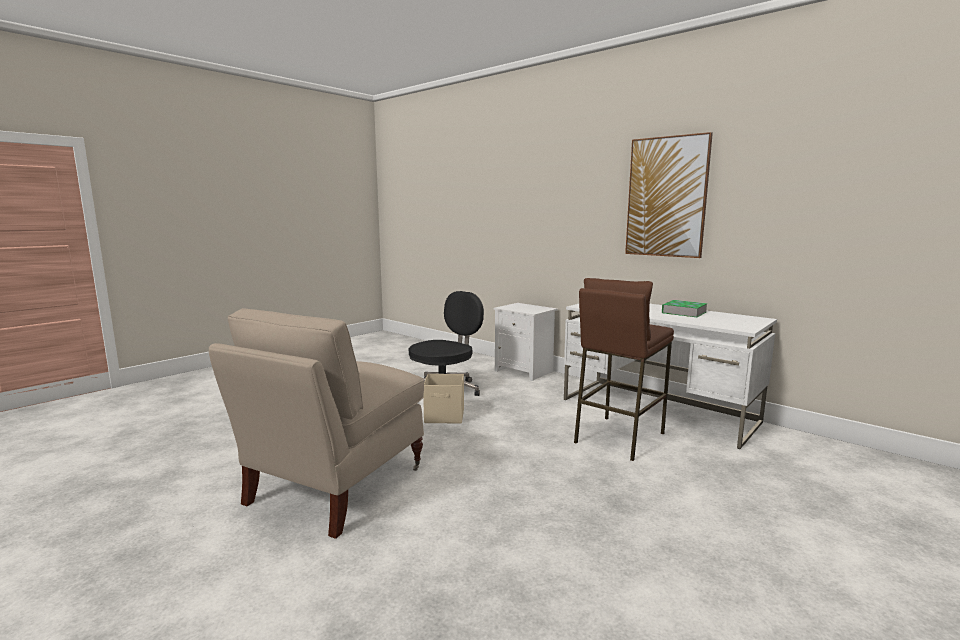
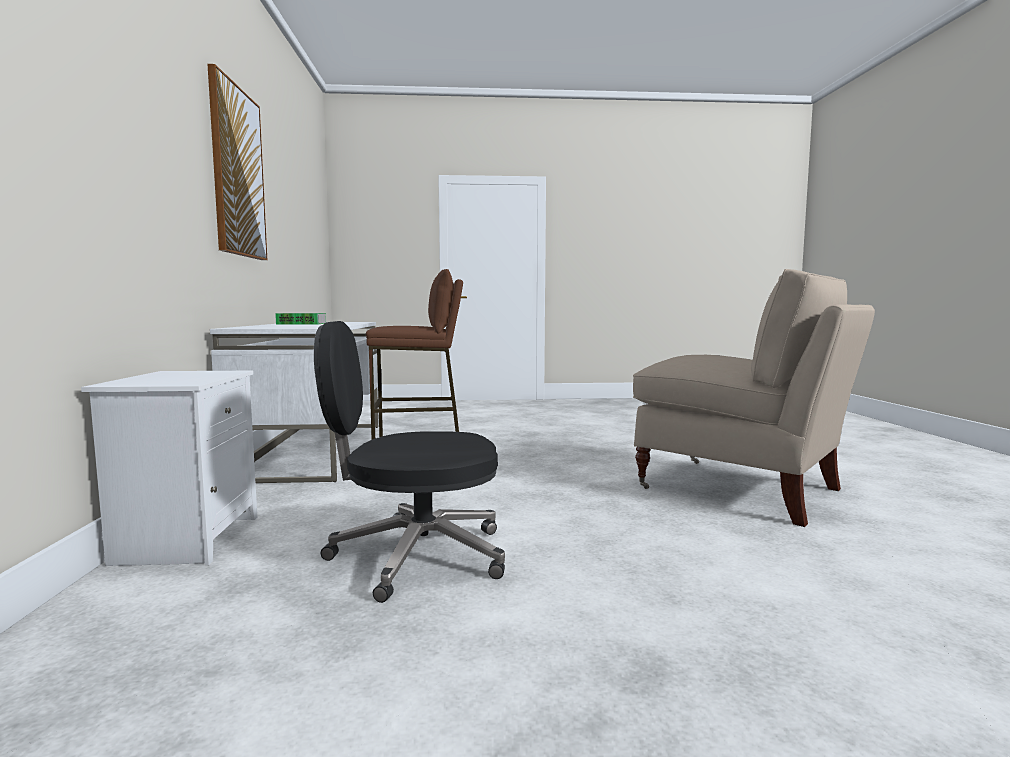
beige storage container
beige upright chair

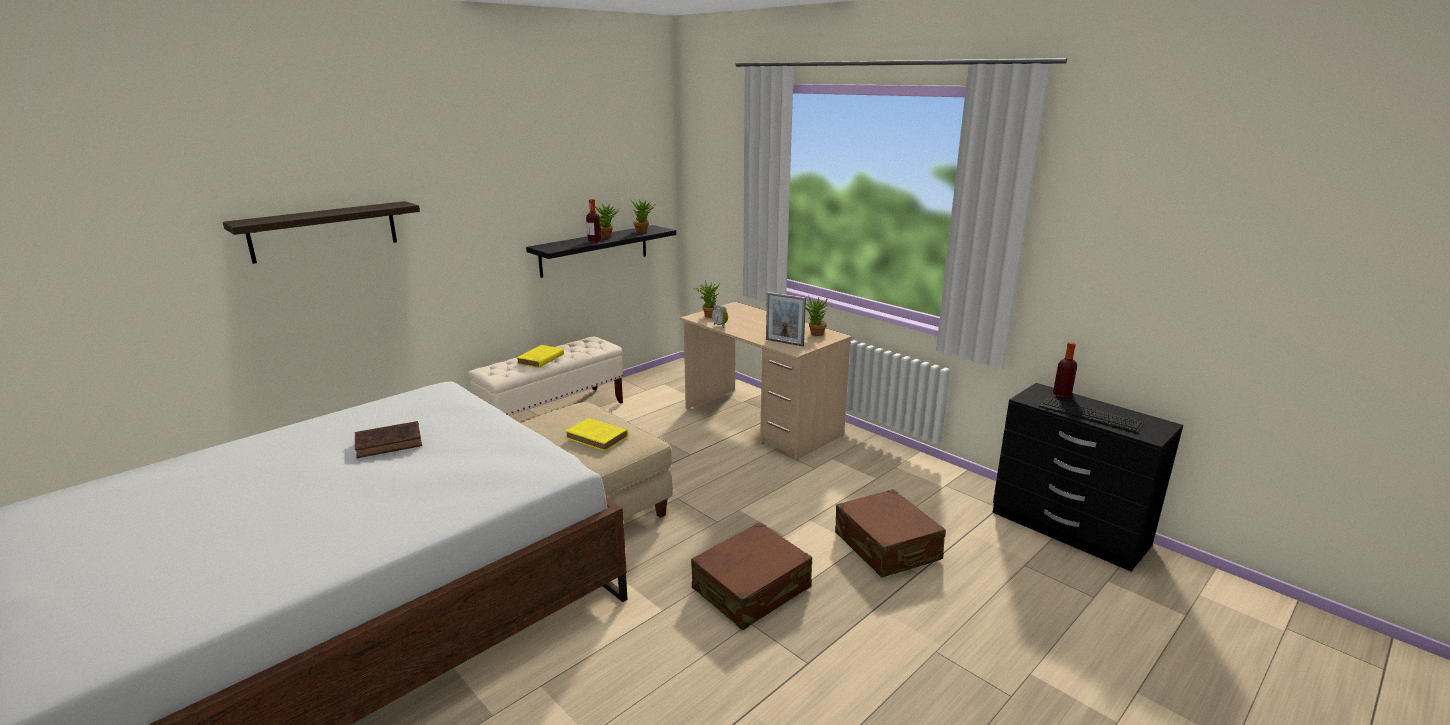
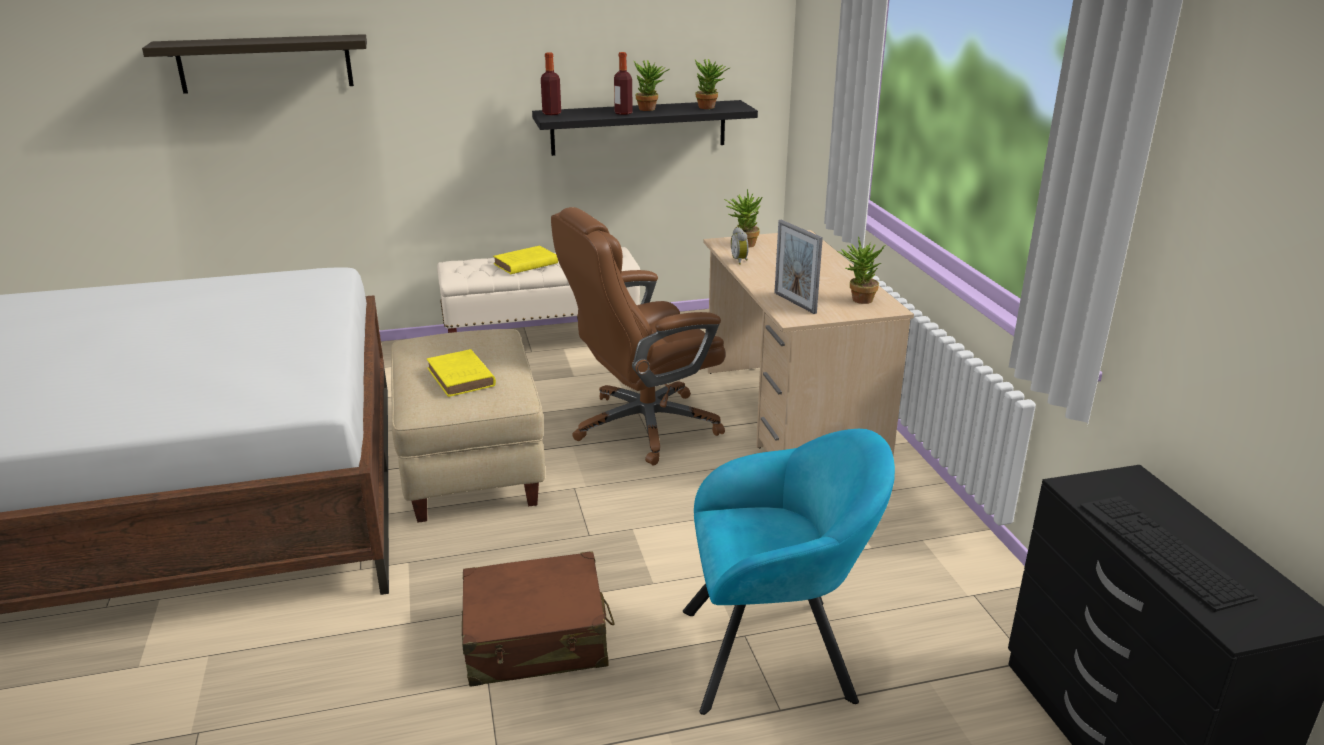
brown book
brown office chair
bottle (no. 1 from left)
blue-green lounge chair

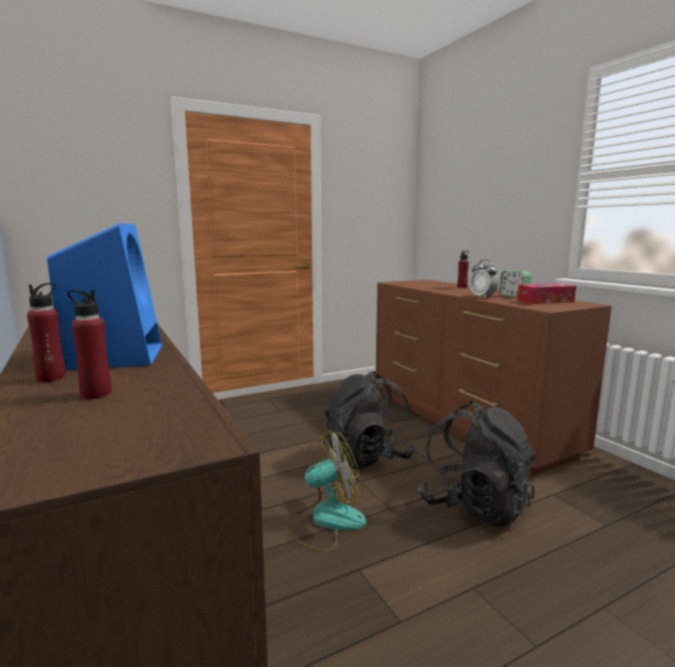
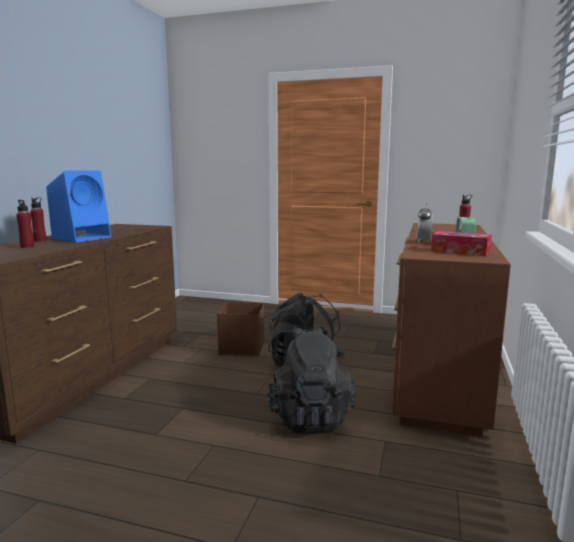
electric fan
brown storage container

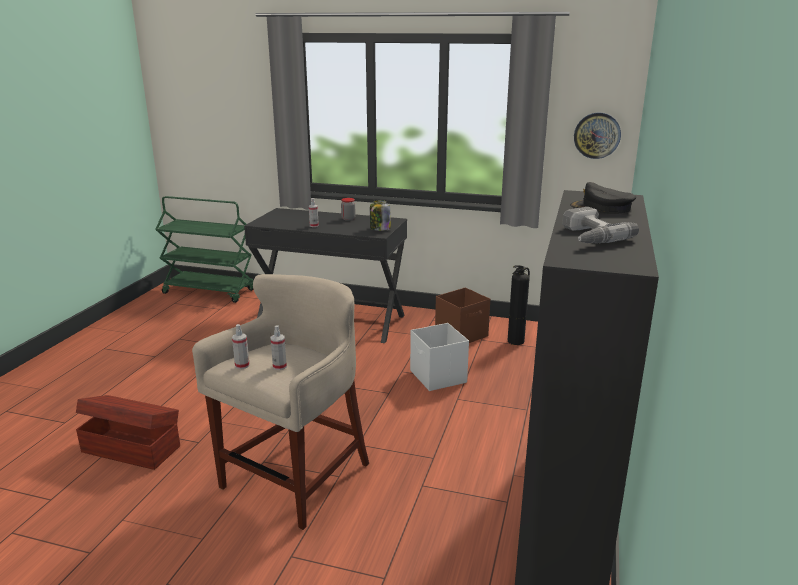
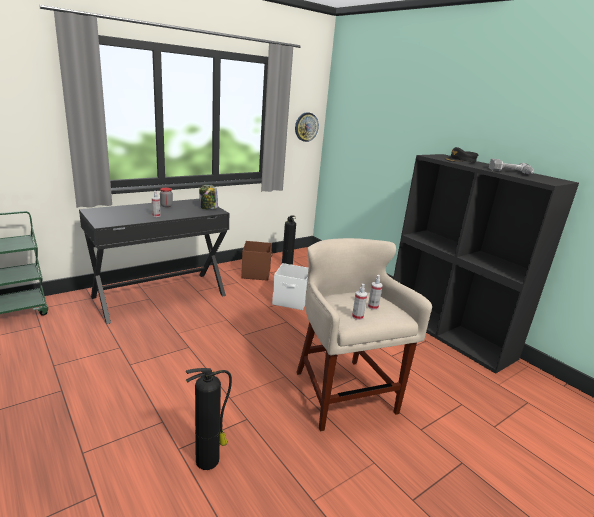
fire extinguisher (no. 1 from left)

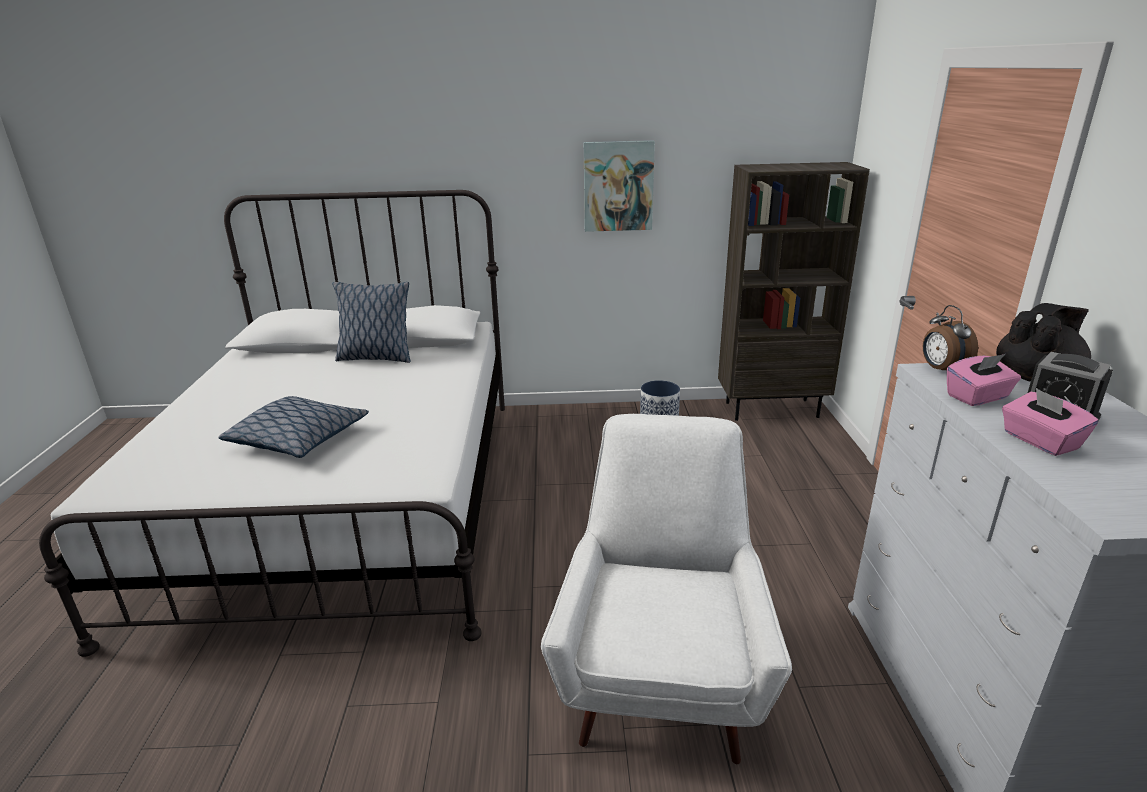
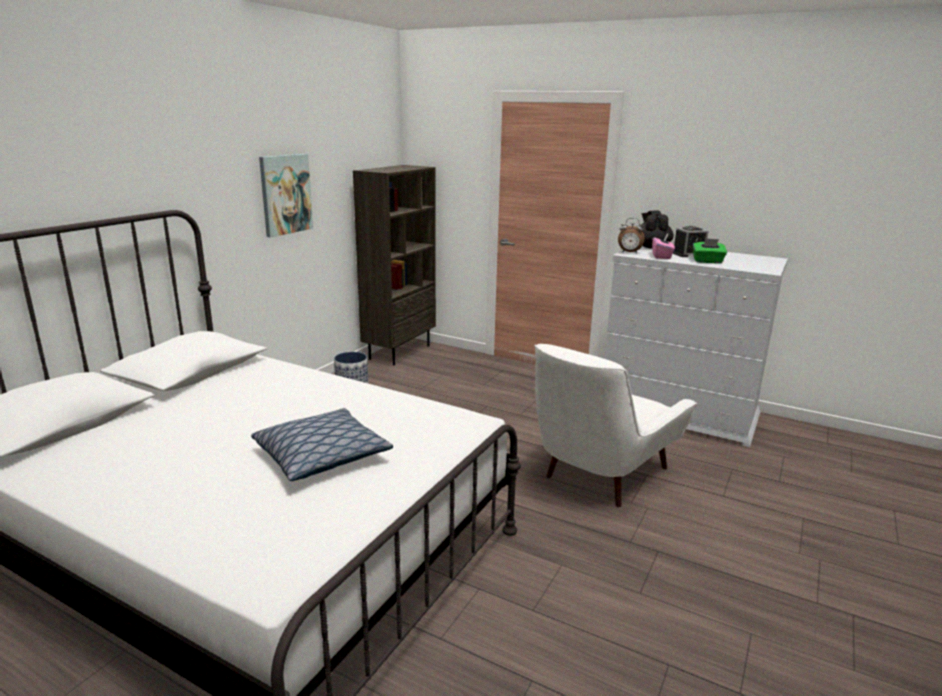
throw pillow (no. 2 from left in the first image)
green box of tissues
whitish lounge chair

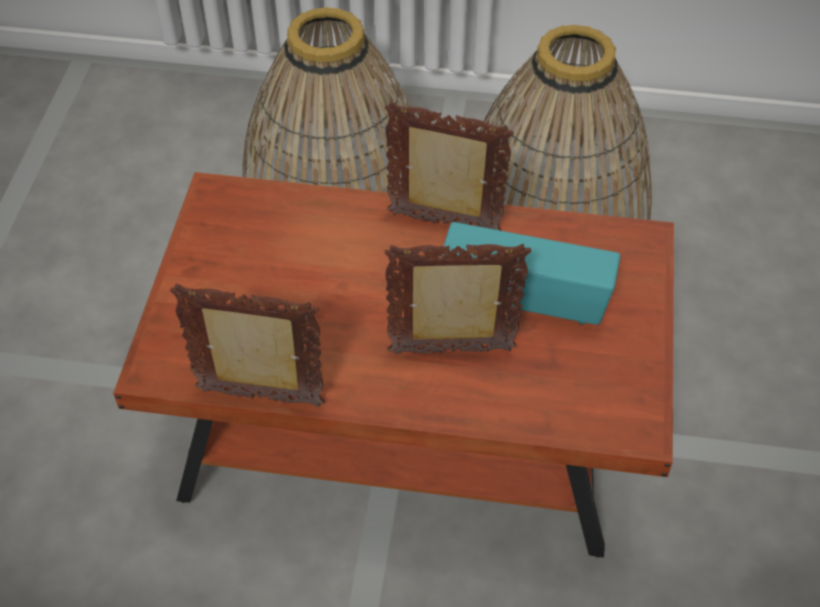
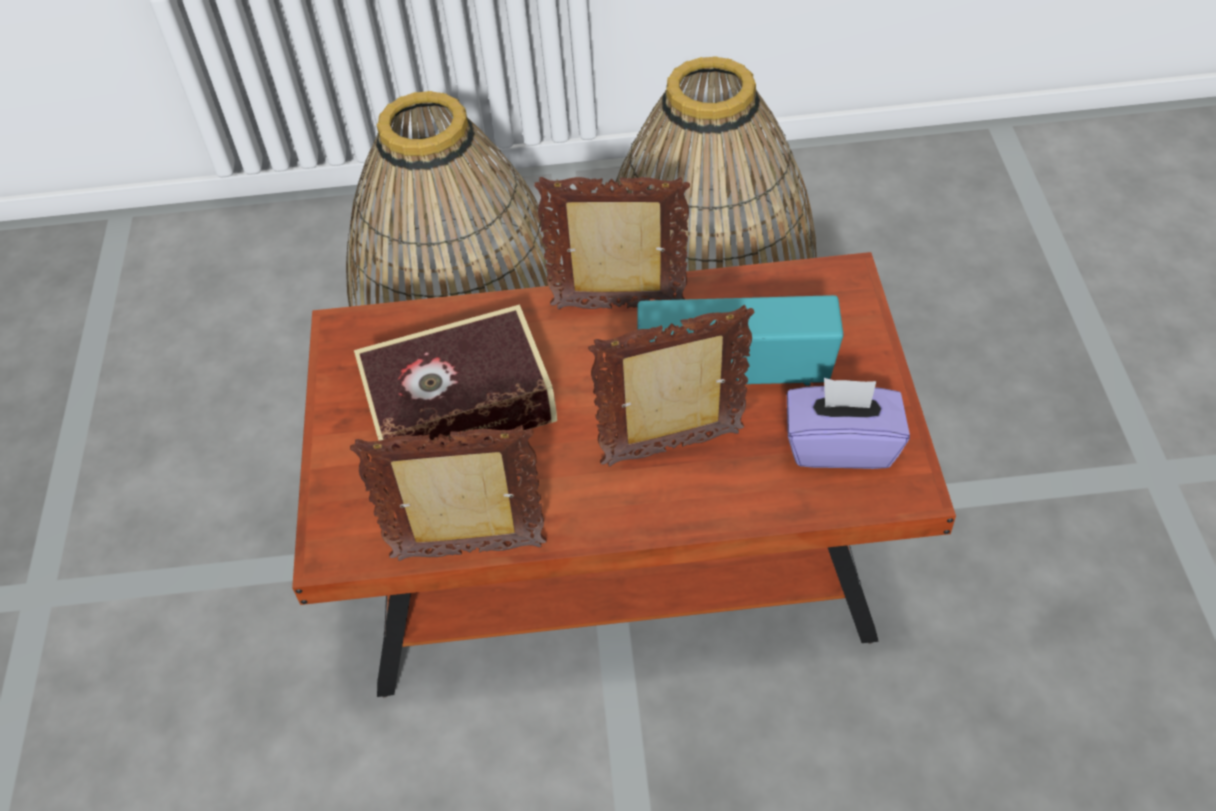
book
purple box of tissues

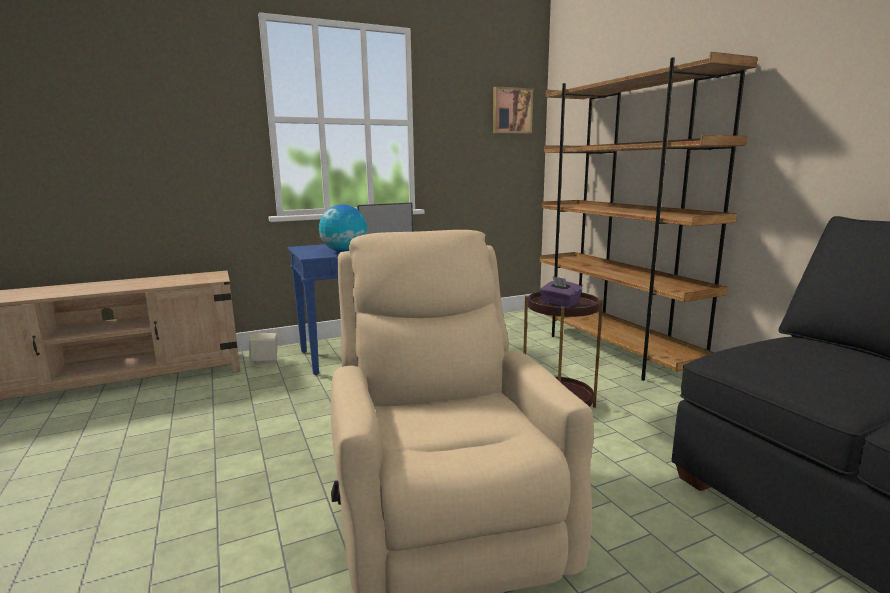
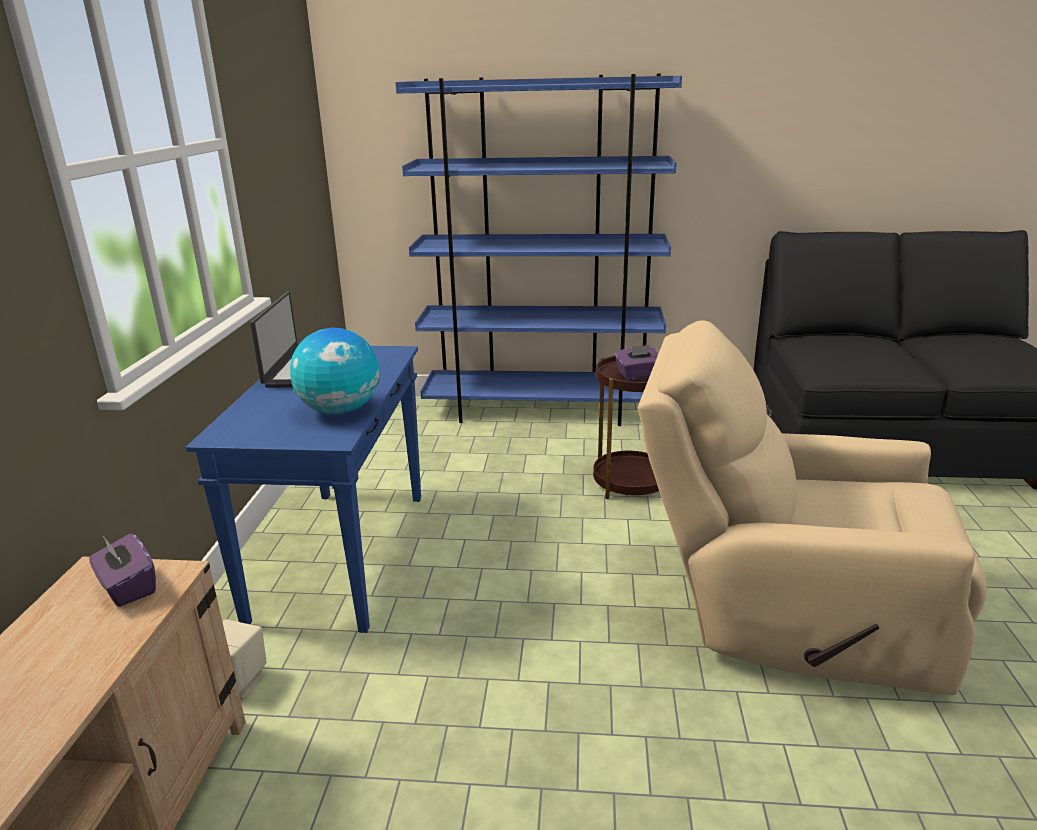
picture
purple box of tissues (no. 1 from left)
blue bookcase

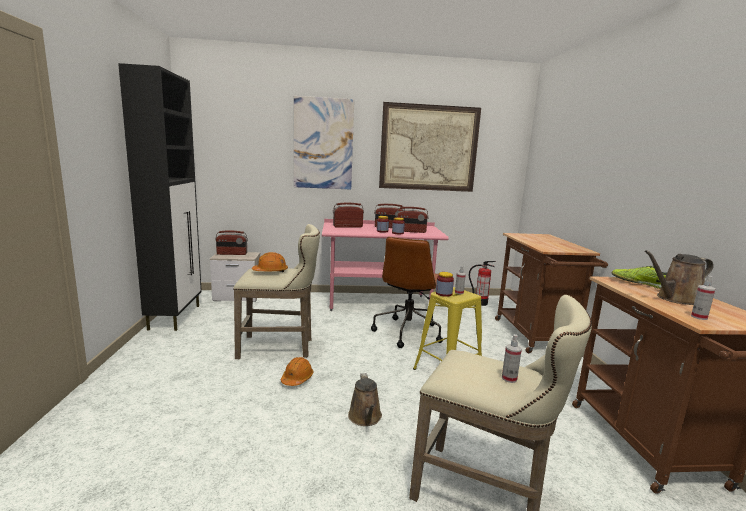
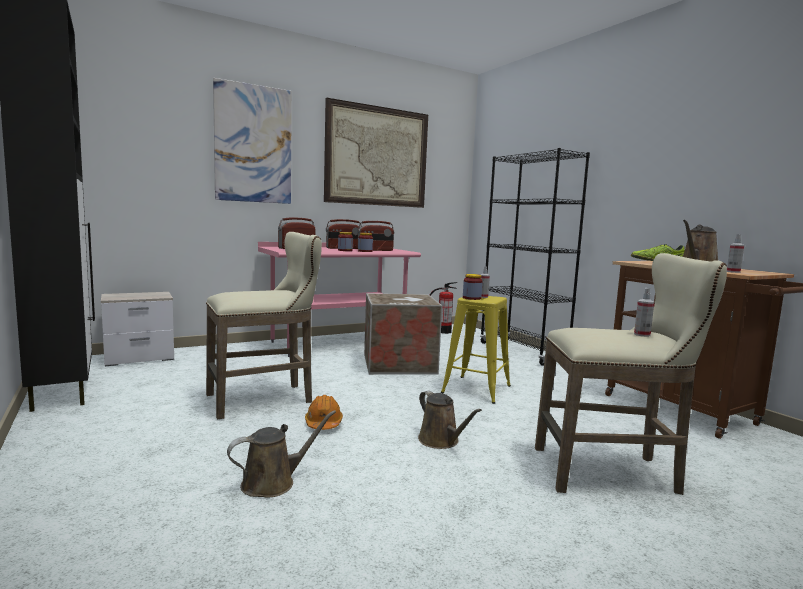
radio (no. 1 from left in the first image)
orange-coloured safety helmet (no. 1 from left in the first image)
brown watering pot (no. 1 from left)
packing crate
black-coloured bookcase

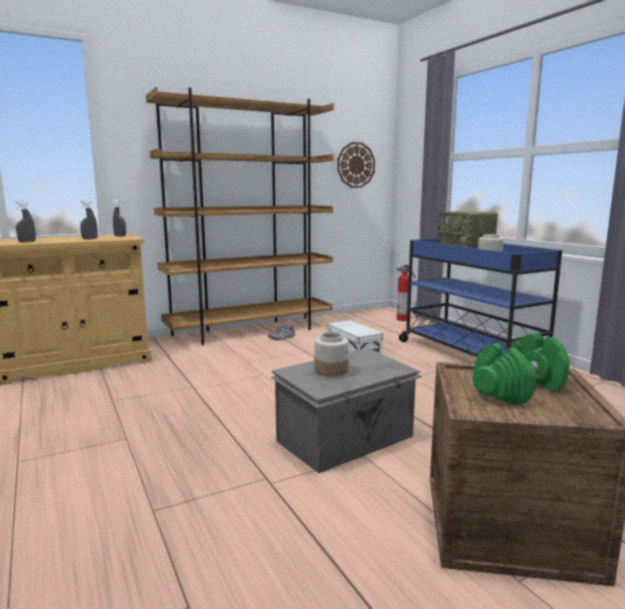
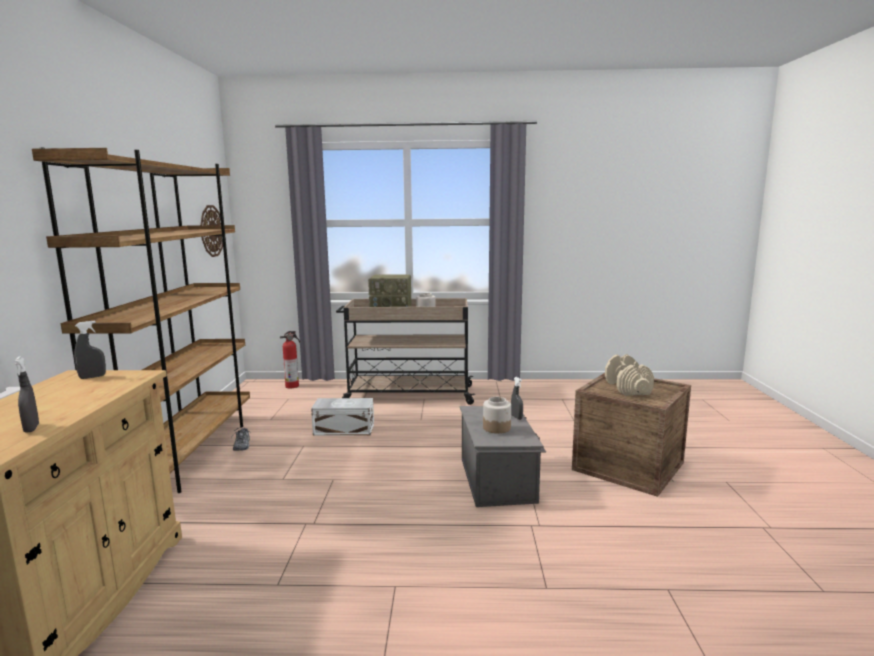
grey hand sprayer (no. 3 from left)
beige cart
beige hand weight

